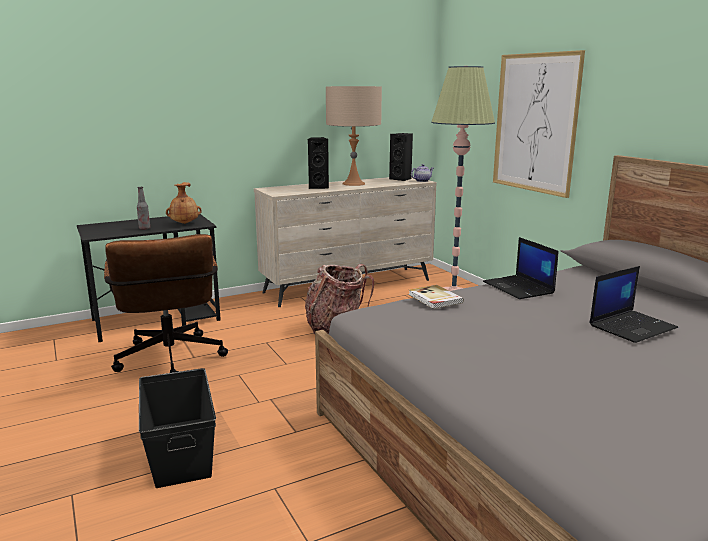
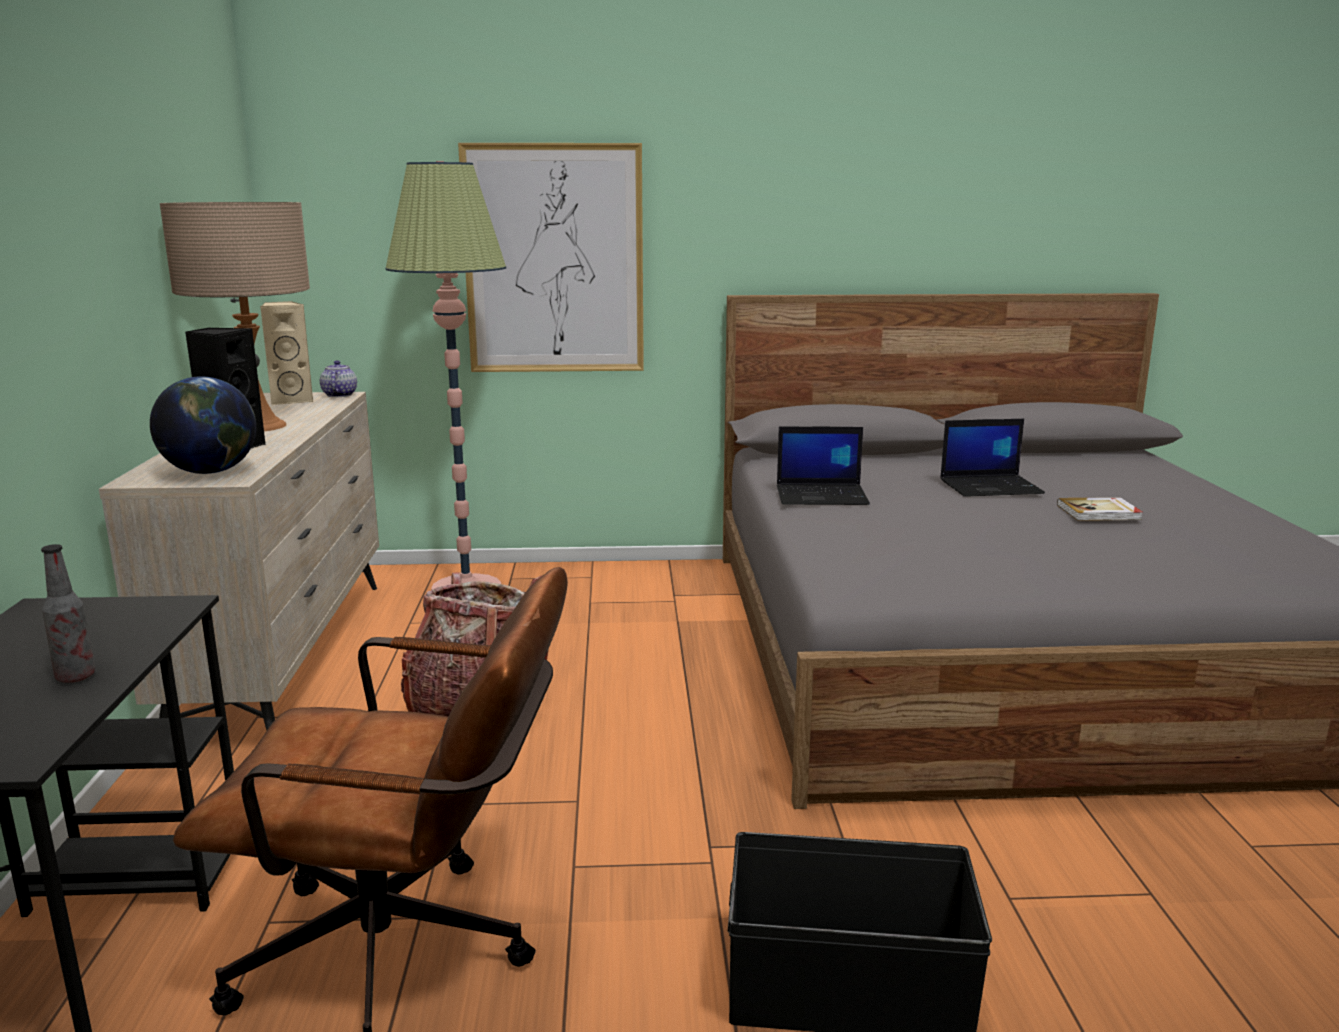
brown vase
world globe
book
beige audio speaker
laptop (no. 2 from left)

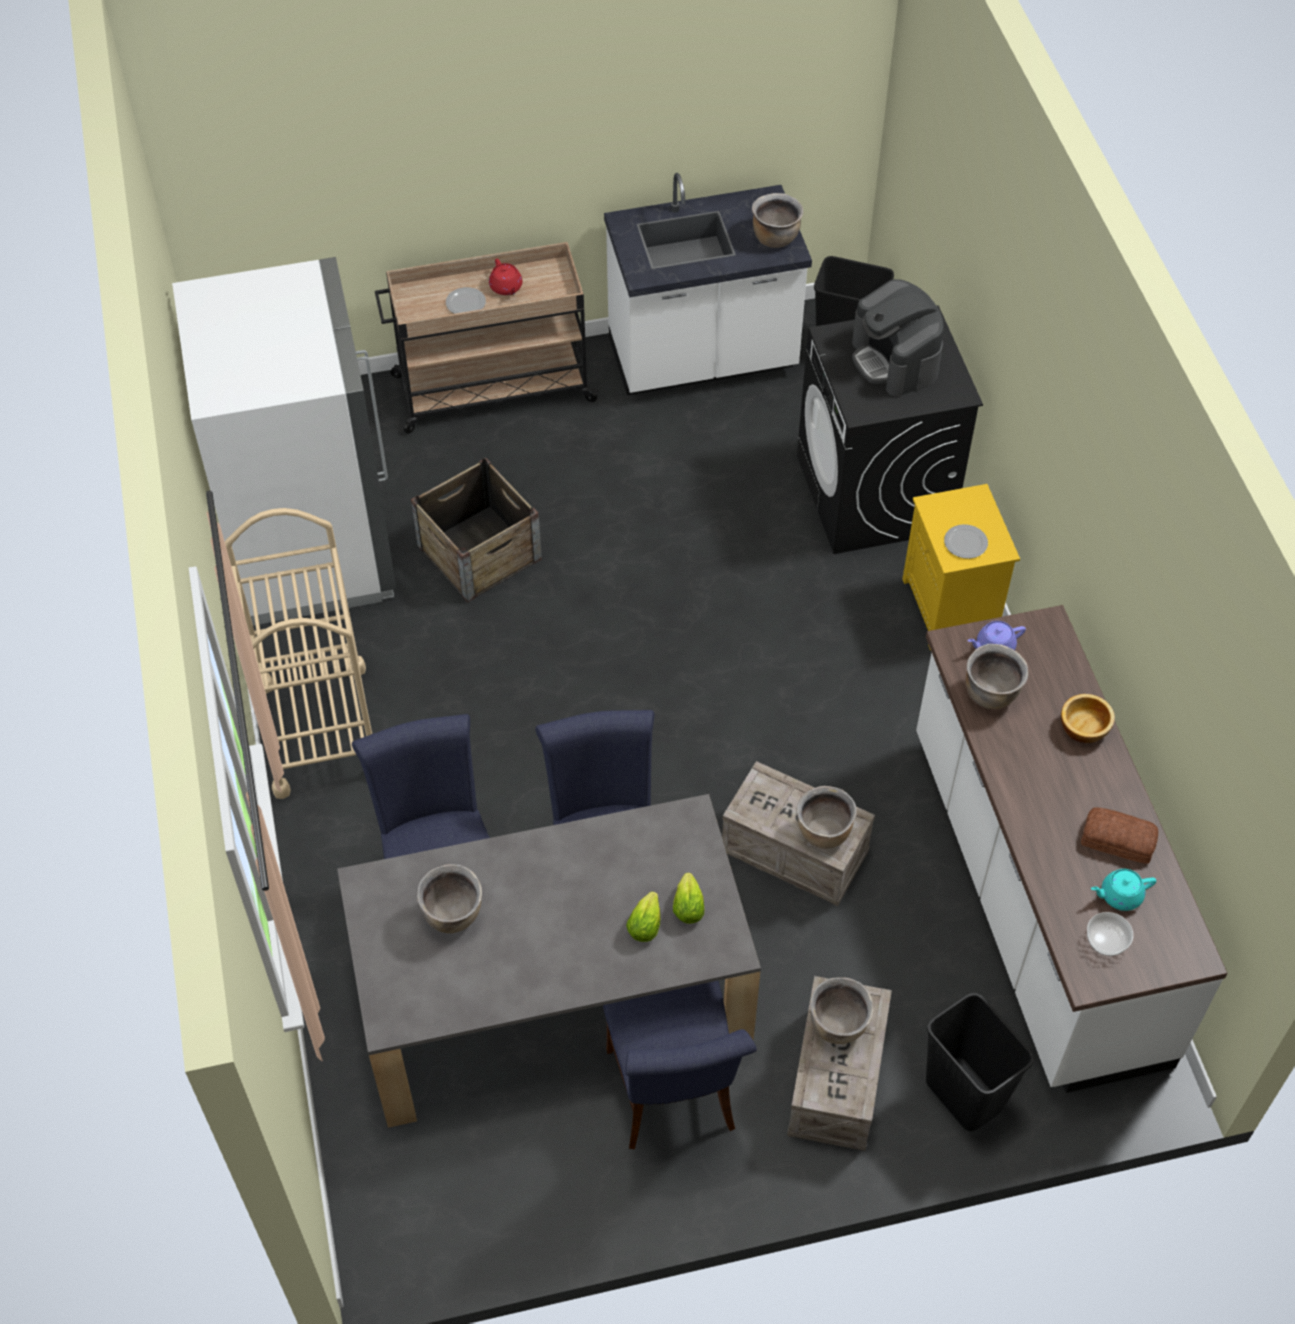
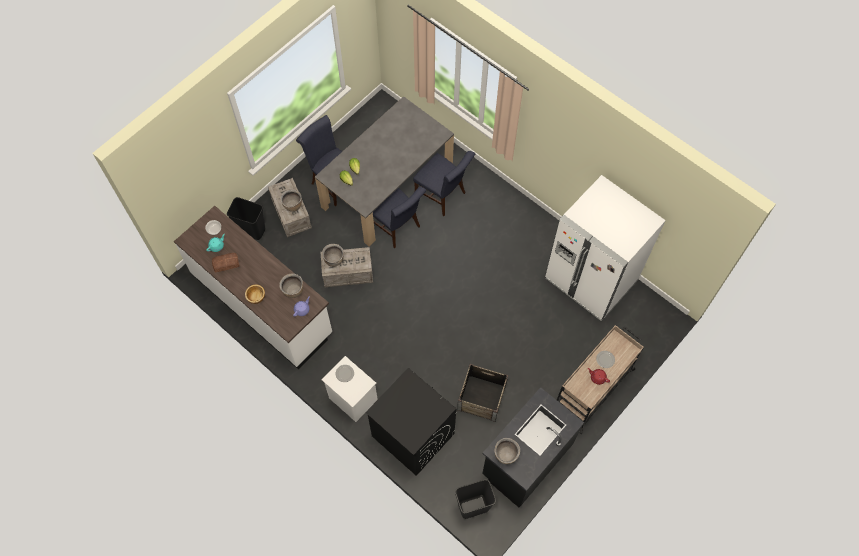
beige cart (no. 1 from left in the first image)
brown stockpot (no. 1 from left in the first image)
coffee maker
packing crate (no. 3 from left)
black-coloured counter
whitish night table

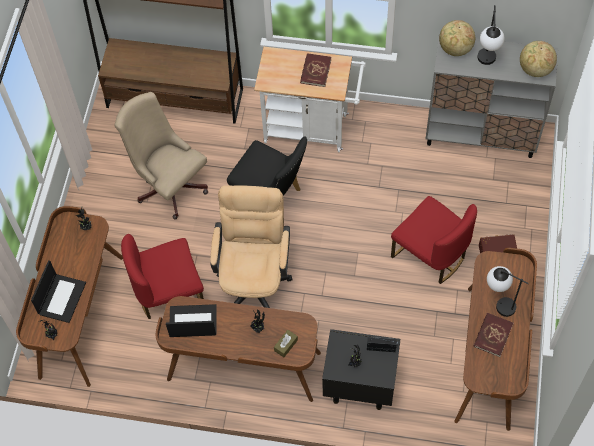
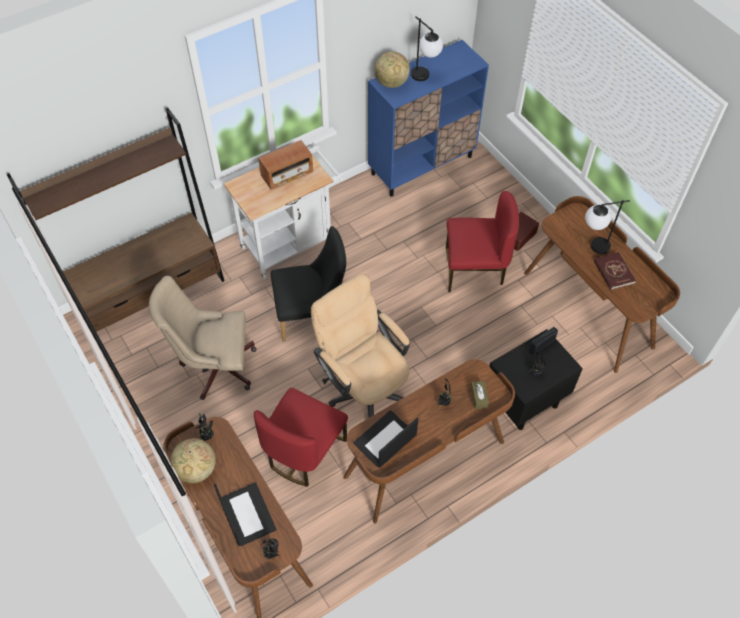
world globe (no. 1 from left)
radio (no. 1 from left)
blue cupboard

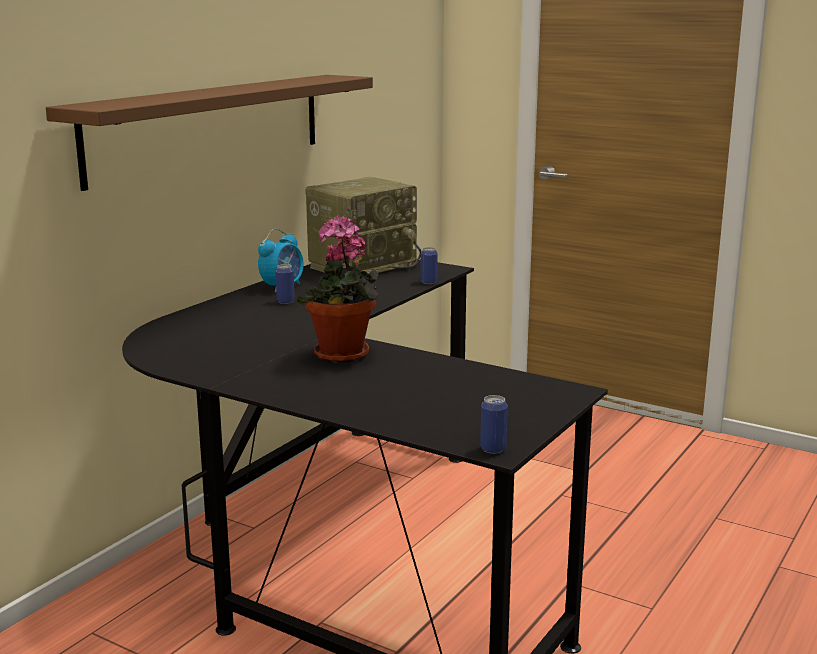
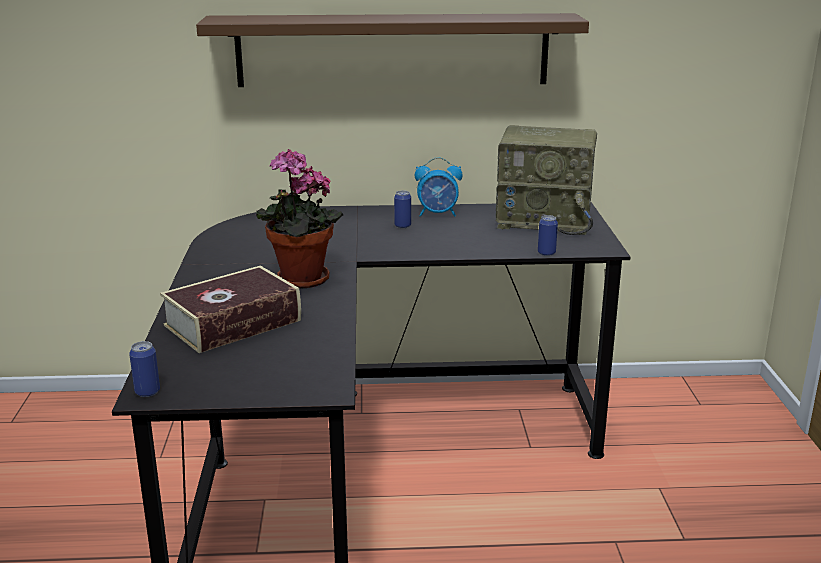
book

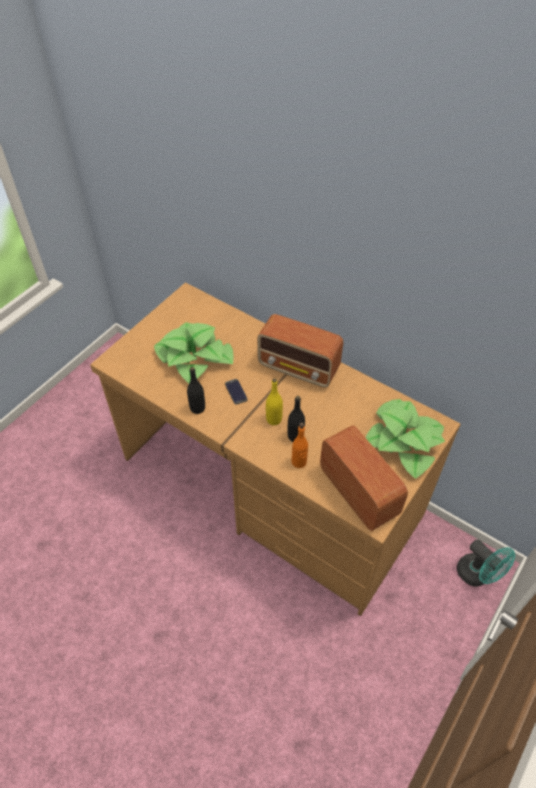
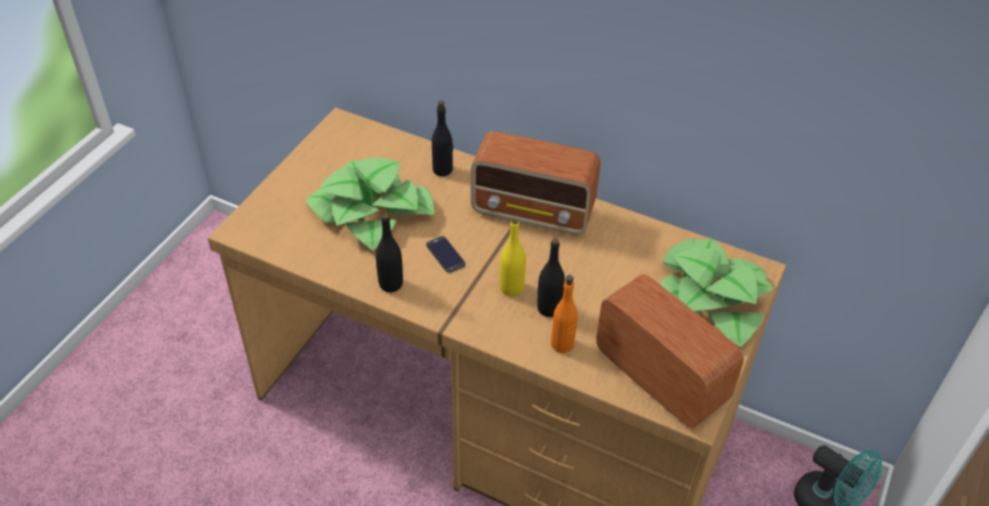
black-coloured bottle (no. 2 from left)

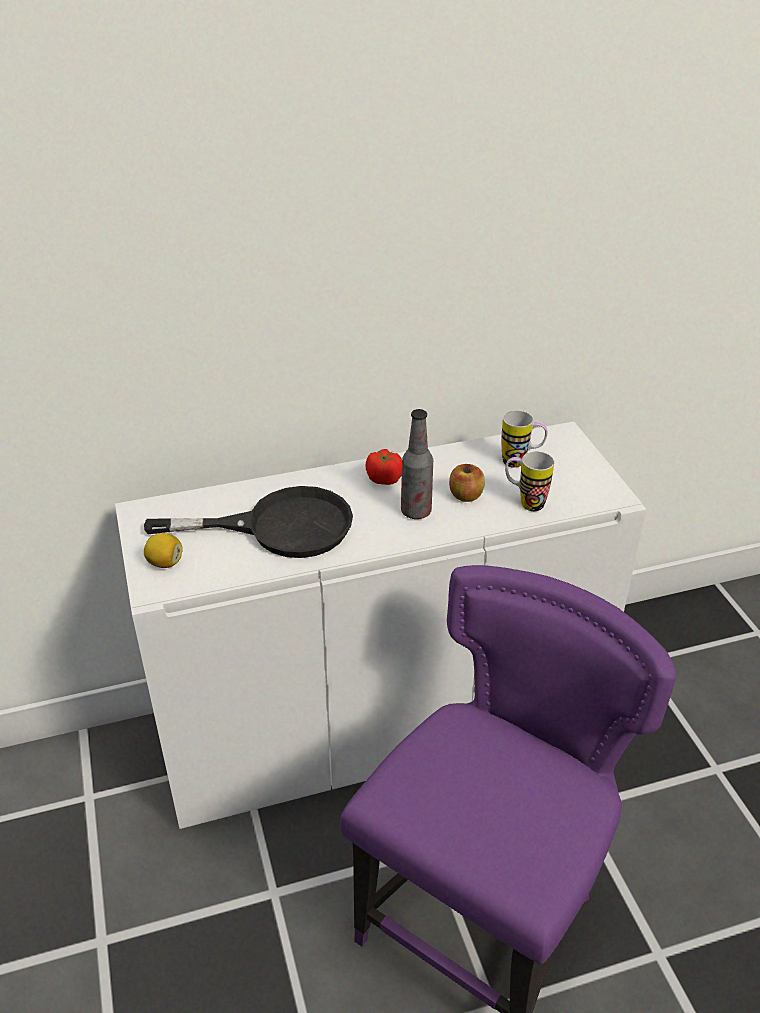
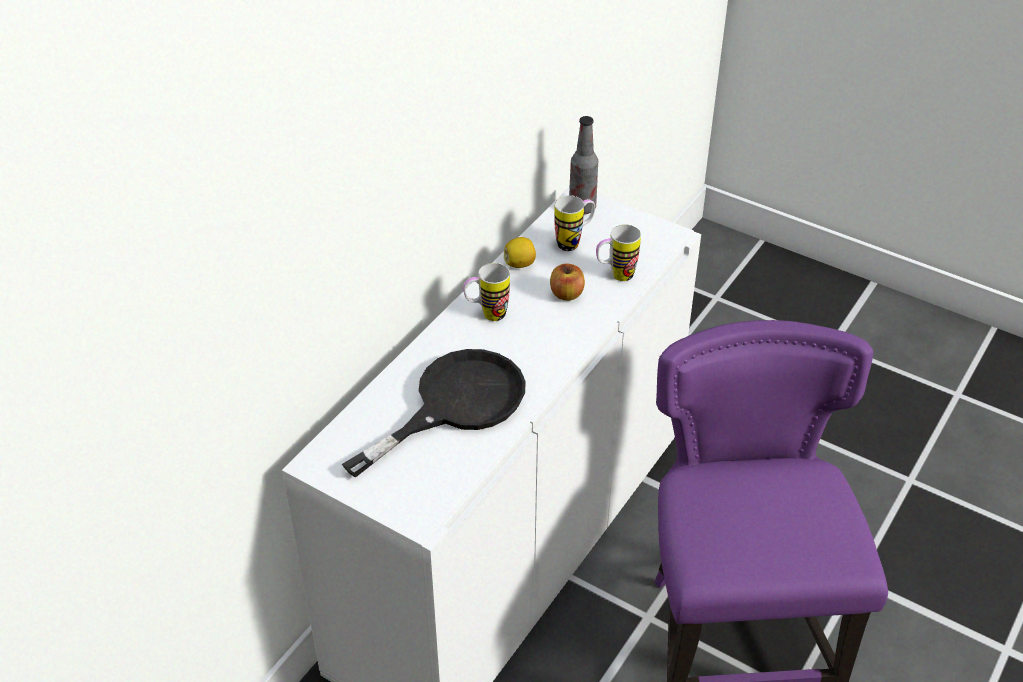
citrus fruit
bottle
coffee mug (no. 1 from left)

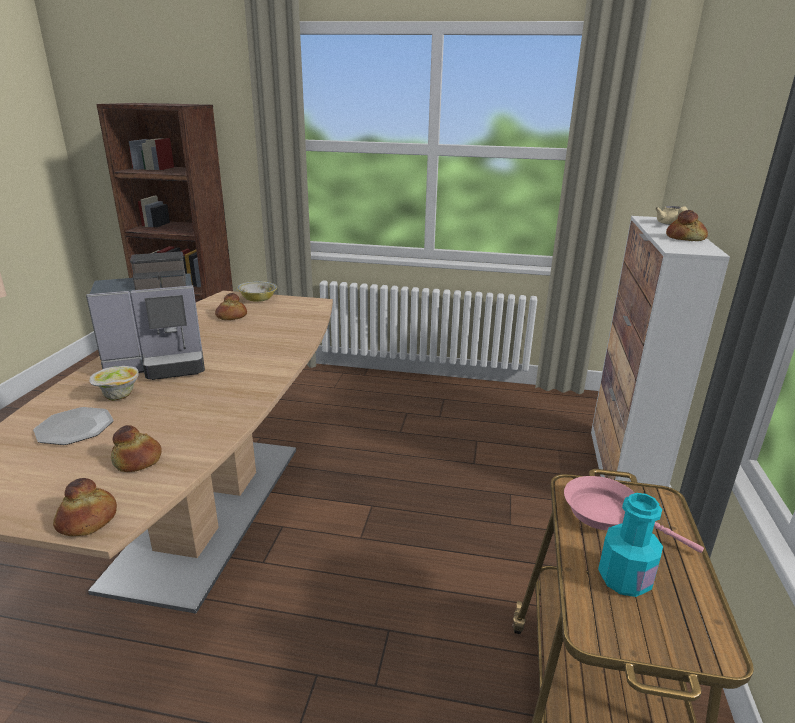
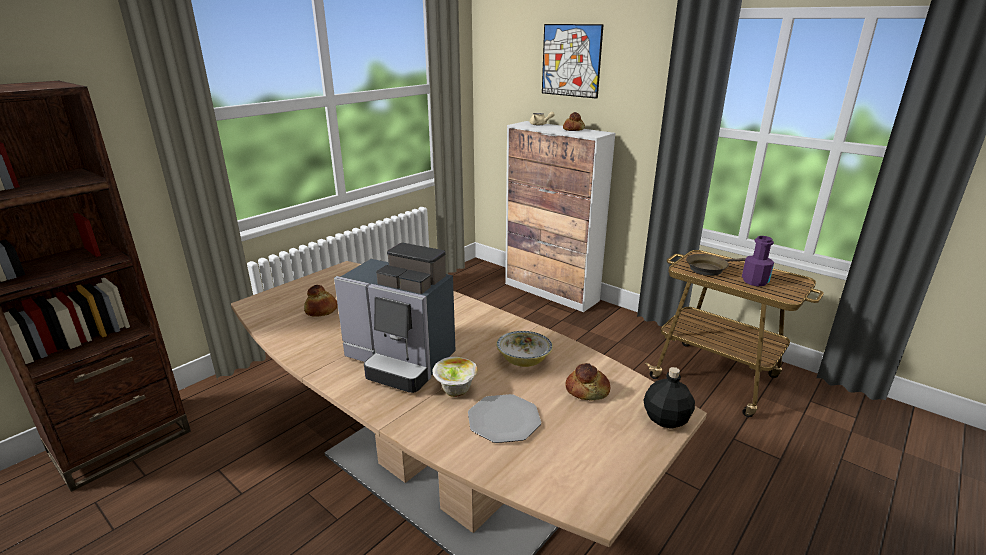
picture
serving bowl (no. 2 from left)
black-coloured bottle
brown frying pan
purple bottle
coffee maker

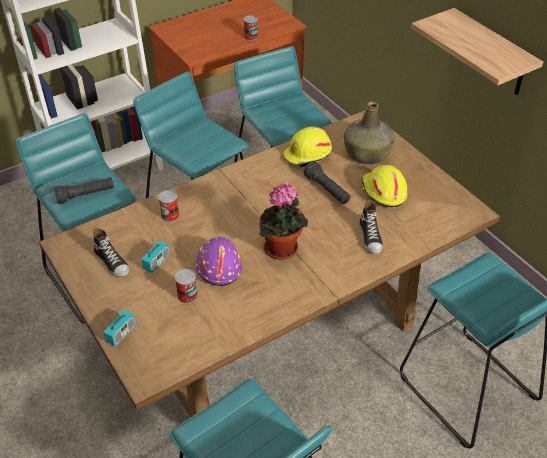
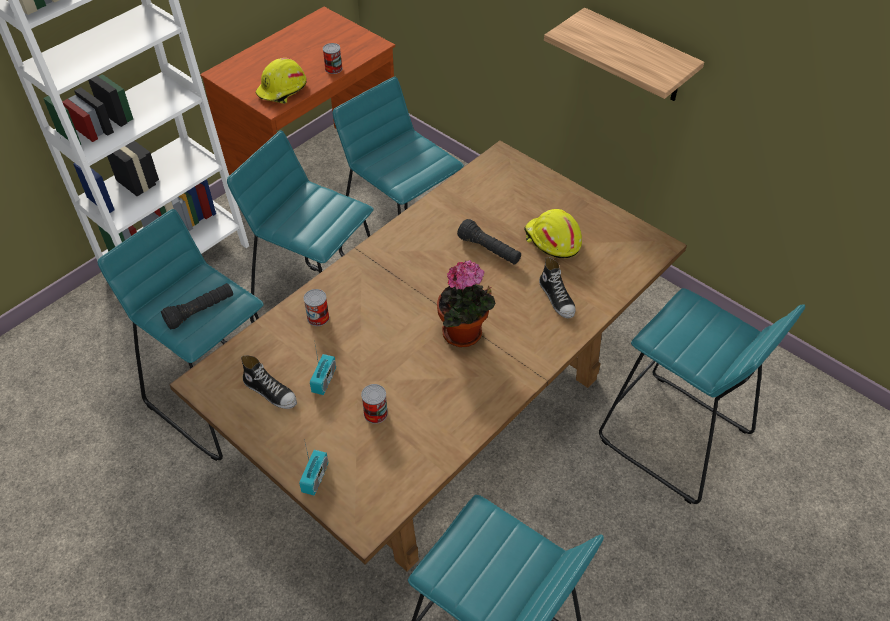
purple safety helmet
green bottle
yellowish safety helmet (no. 1 from left)

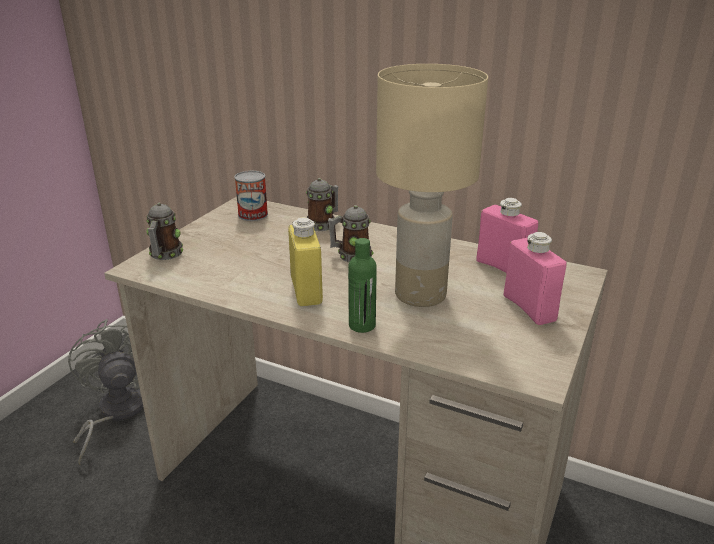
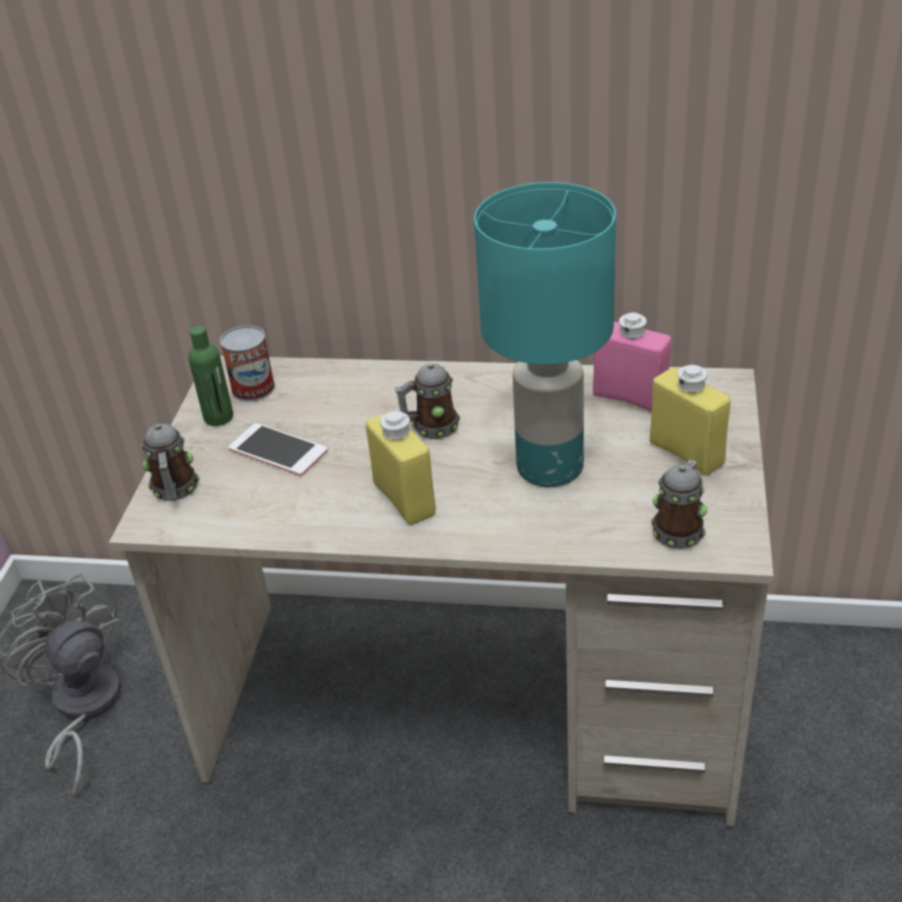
phone
coffee mug (no. 3 from left)
green bottle
blue-green lamp for a table
yellowish bottle (no. 2 from left)

